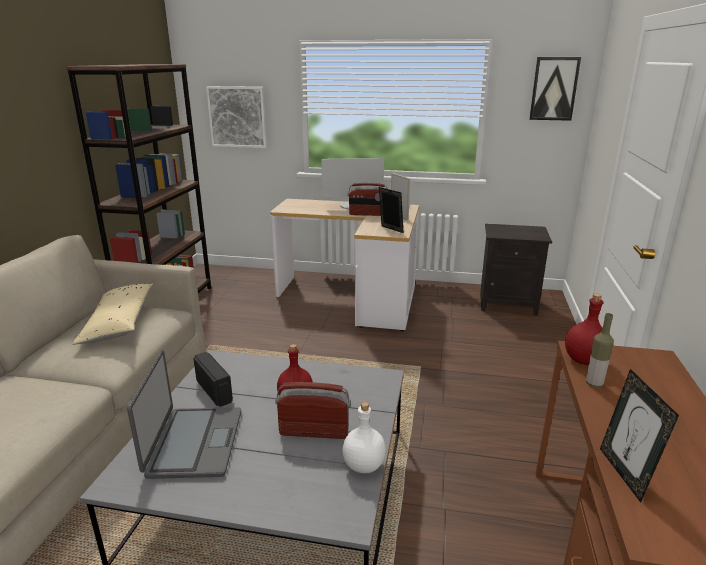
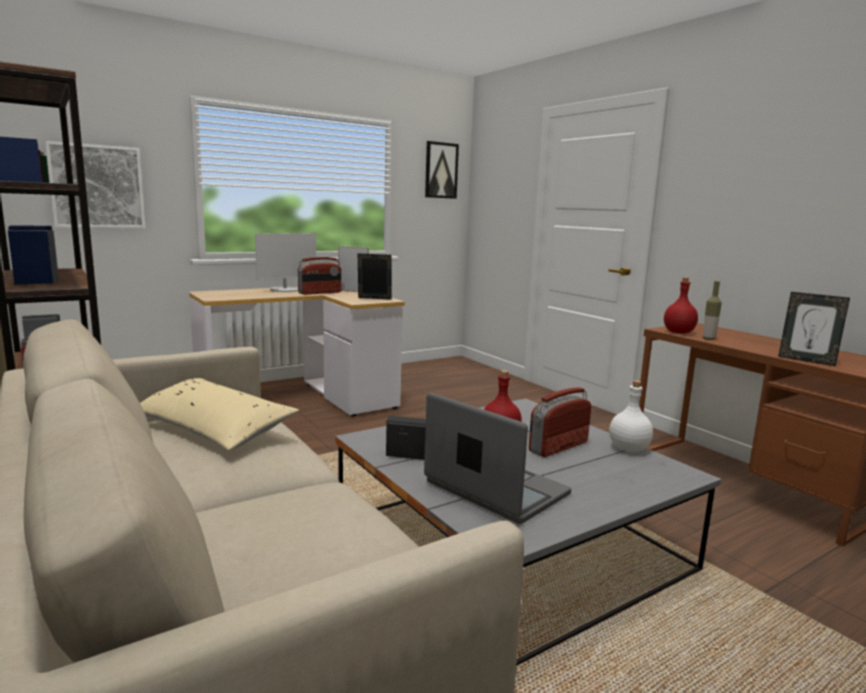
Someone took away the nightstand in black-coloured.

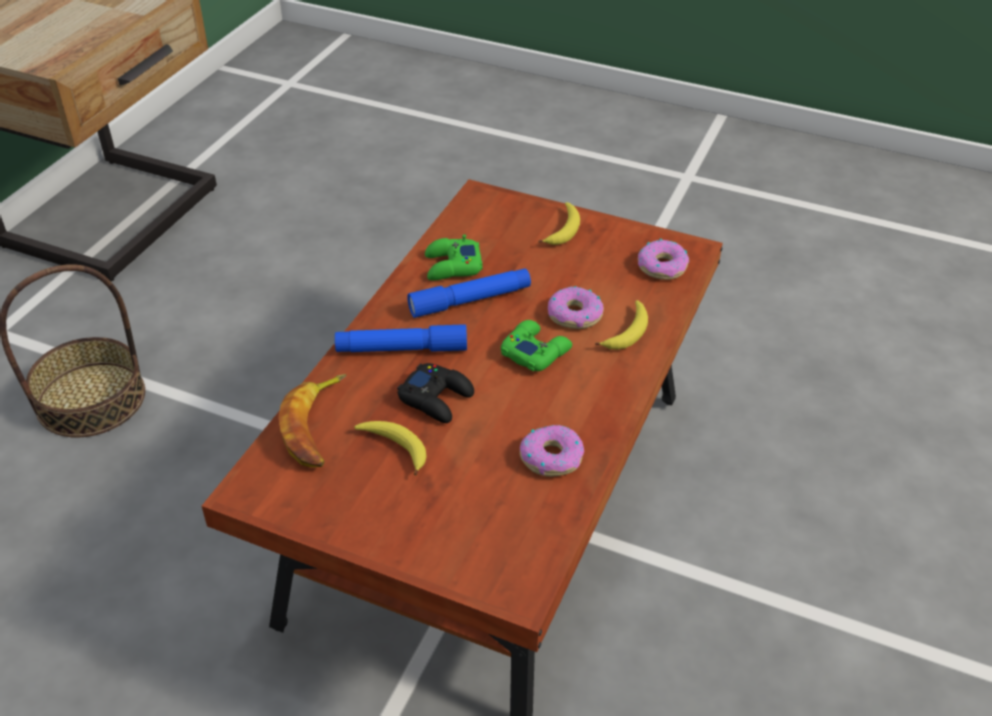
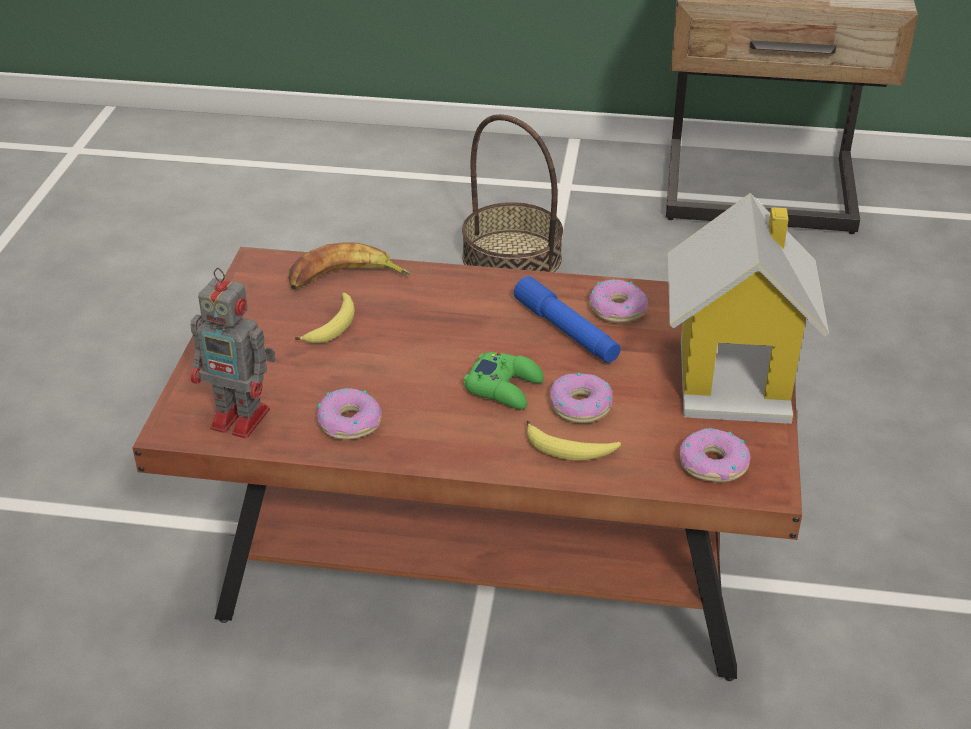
Someone put down the robot figure. Someone swapped the game controller in green (no. 1 from left) for the ring doughnut (no. 3 from left). Someone swapped the whole banana (no. 3 from left) for the model house. Someone took away the flashlight in blue (no. 1 from left). Someone took away the game controller in black-coloured.

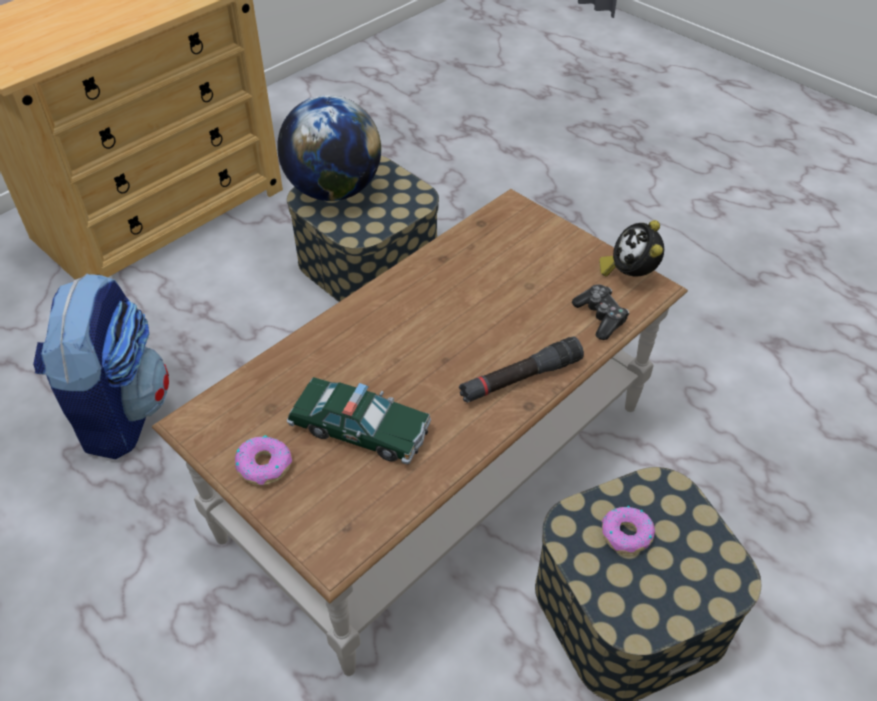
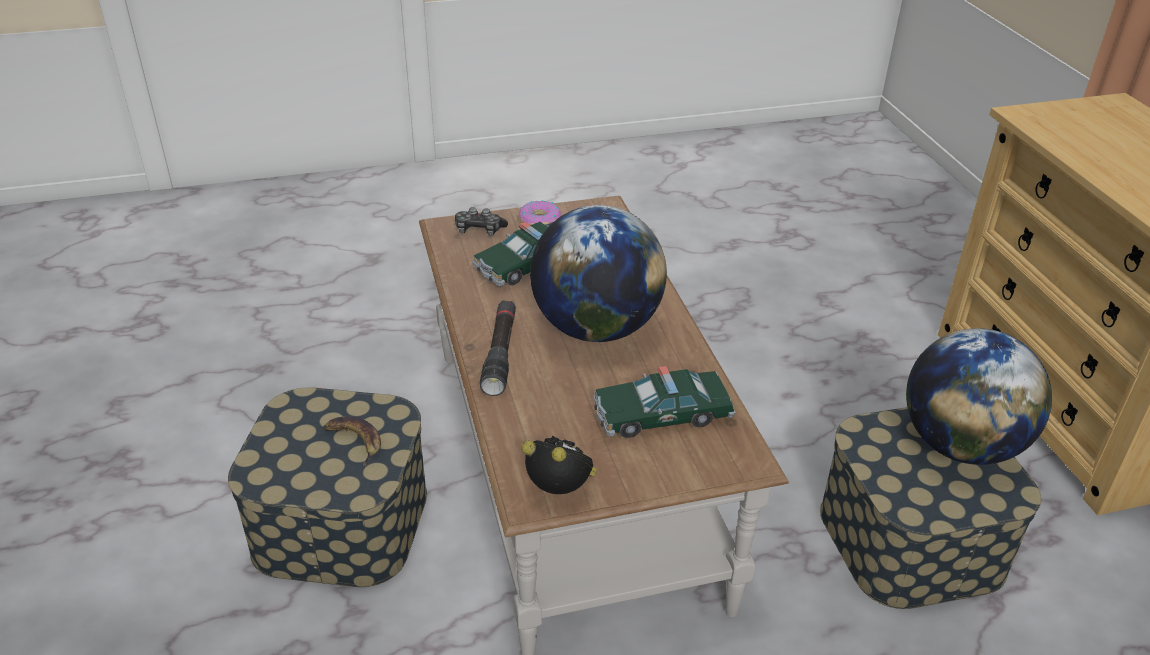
Someone swapped the ring doughnut (no. 2 from left) for the whole banana. Someone carried the game controller. Someone put down the desk globe (no. 1 from left). Someone put down the model car (no. 2 from left). Someone took away the backpack.

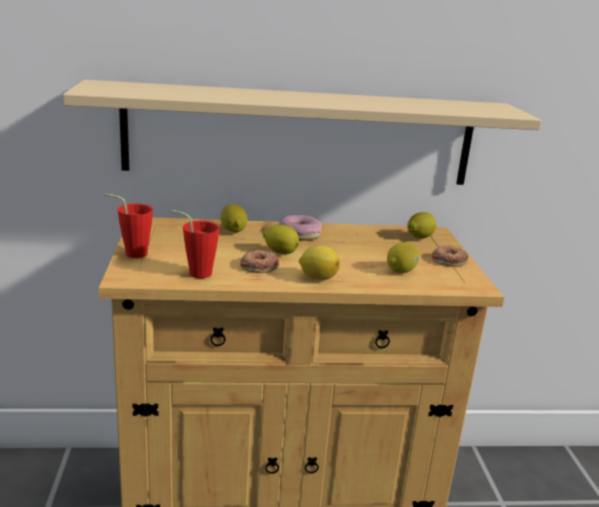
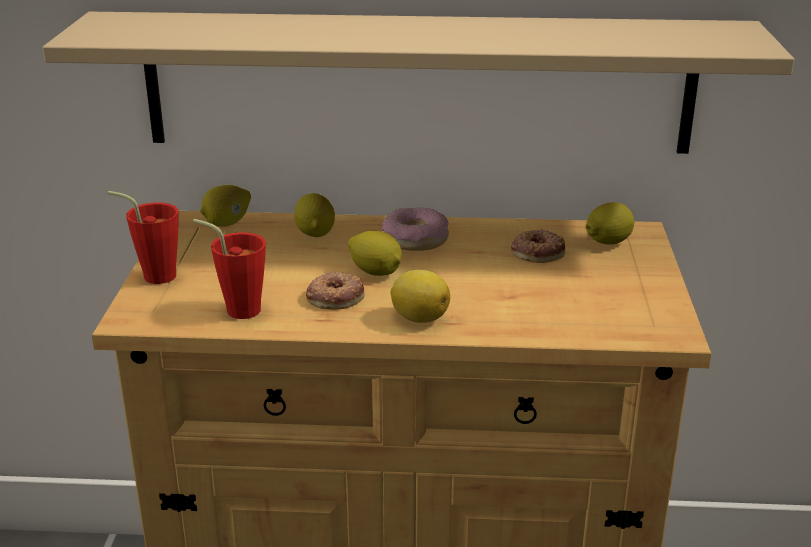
Someone carried the citrus fruit (no. 4 from left in the first image). Someone carried the ring doughnut (no. 3 from left).

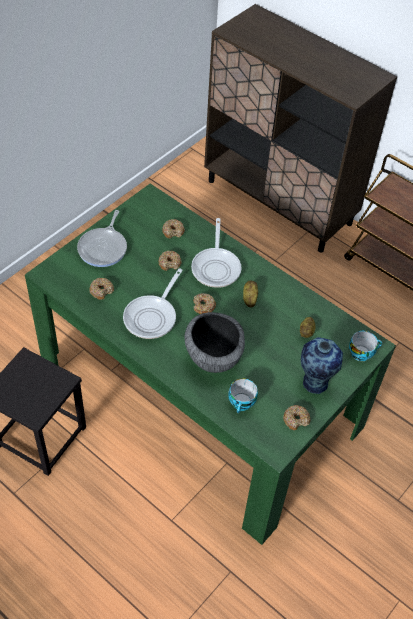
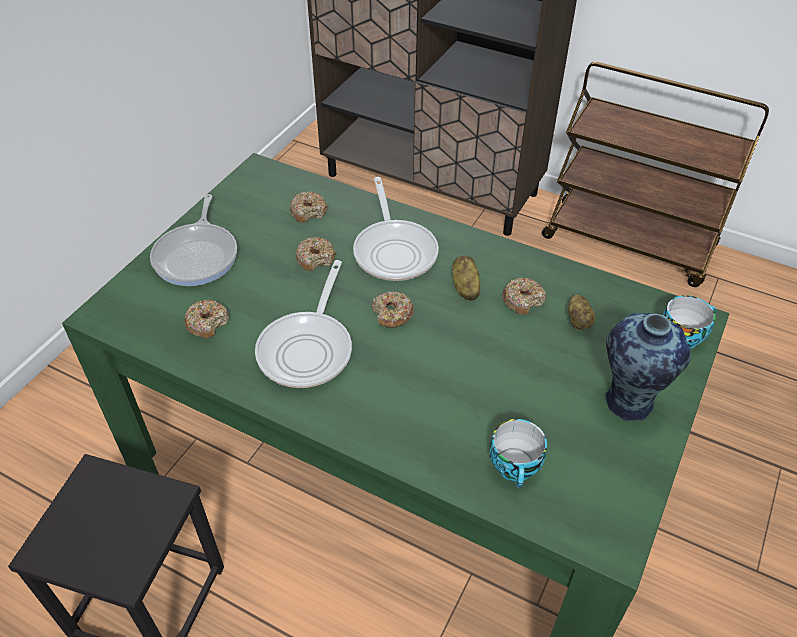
Someone carried the ring doughnut (no. 5 from left). Someone took away the serving bowl.

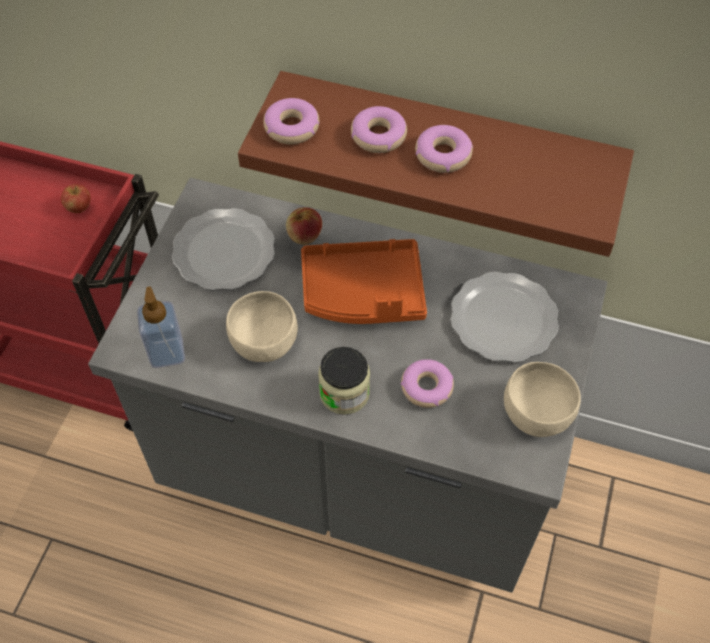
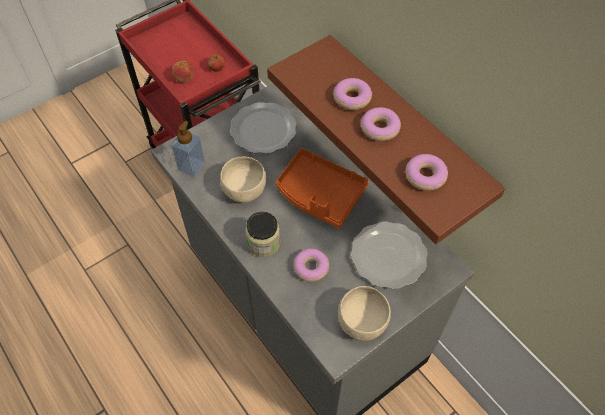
Someone carried the whole apple (no. 2 from left in the first image). Someone carried the ring doughnut (no. 1 from left in the first image).

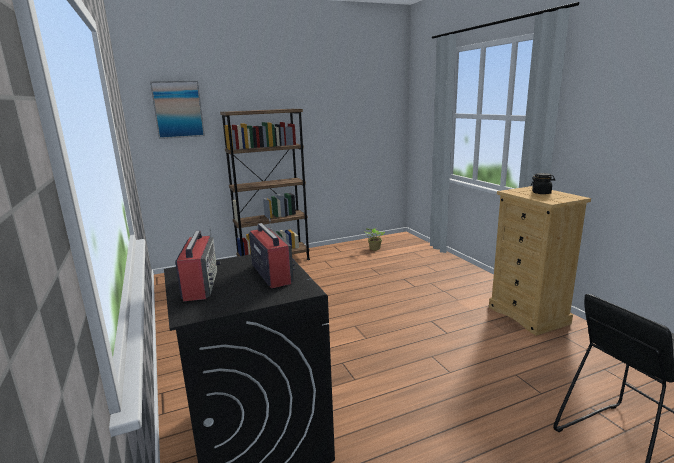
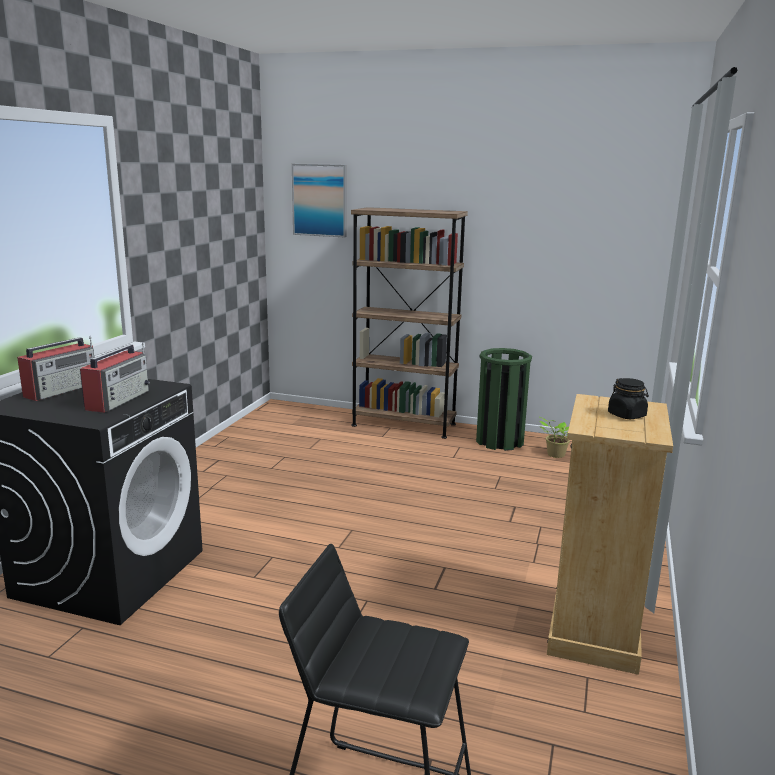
Someone put down the rubbish bin in green.

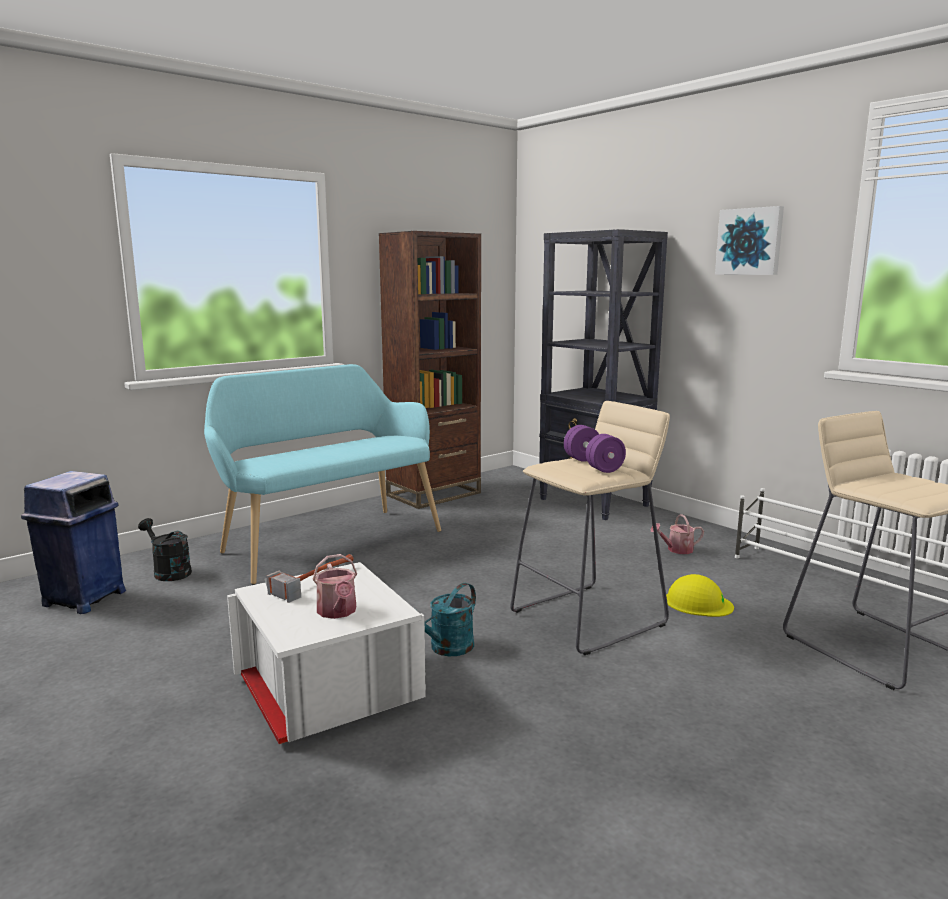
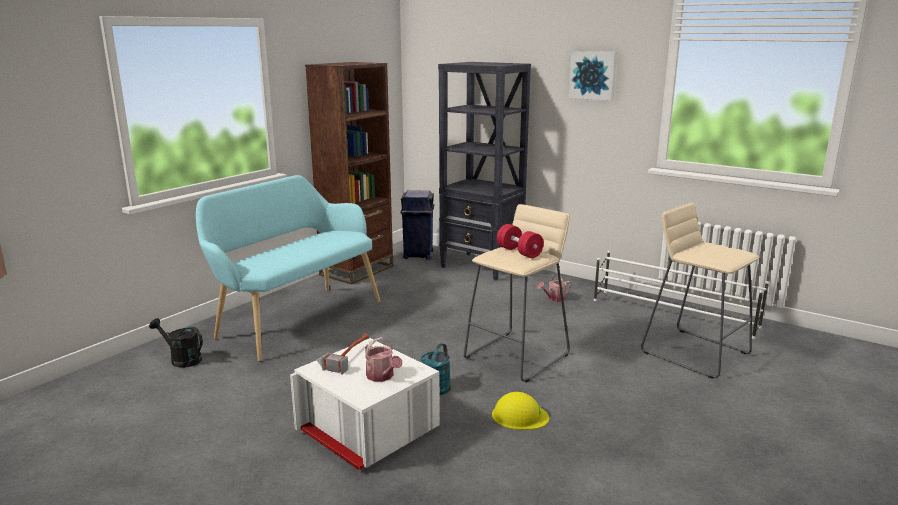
Someone carried the rubbish bin in blue. Someone carried the hard hat in yellowish. Someone repainted the free weight in purplish, which became the free weight in reddish.

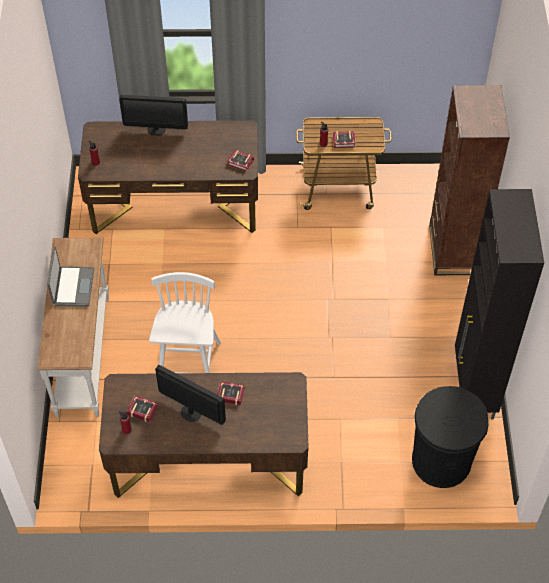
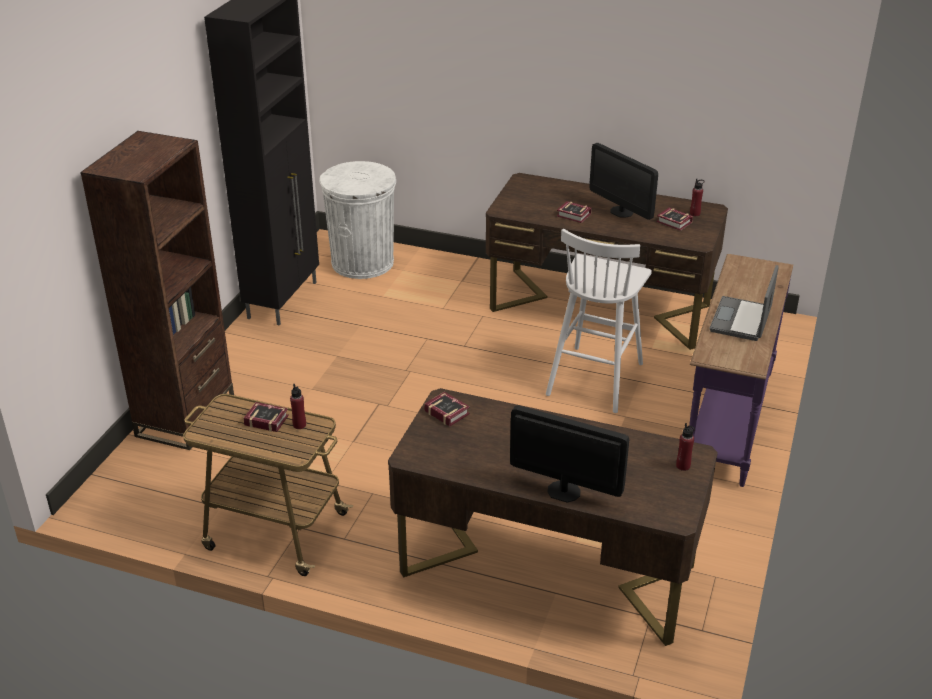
Someone repainted the rubbish bin in black-coloured, which became the rubbish bin in white-coloured. Someone repainted the console table in white-coloured, which became the console table in purplish.

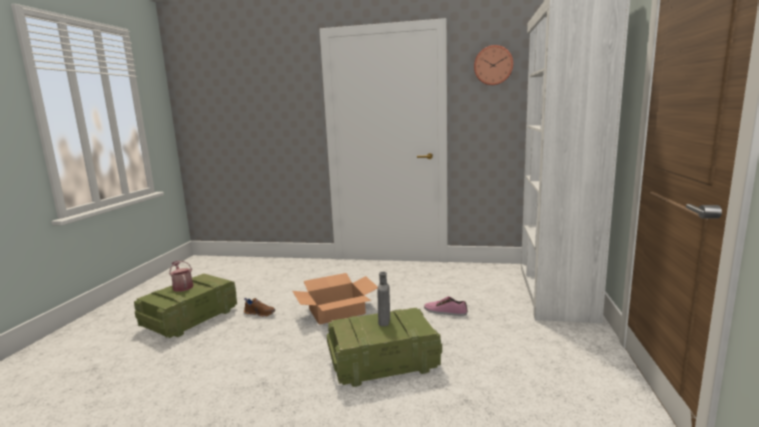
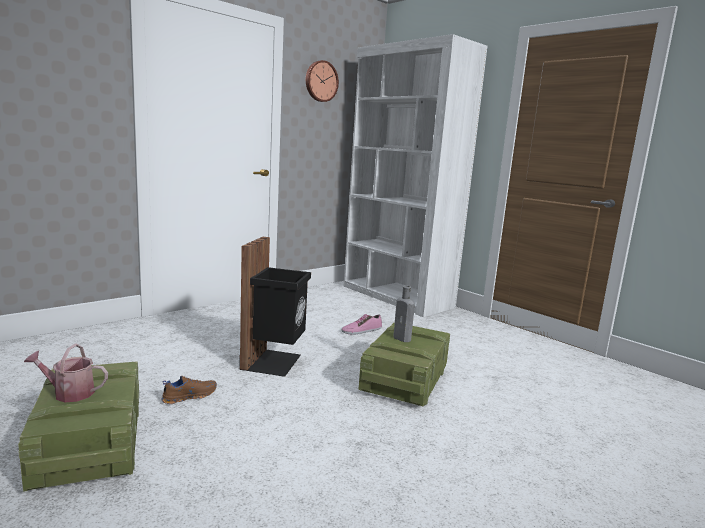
Someone swapped the cardboard box for the rubbish bin in black-coloured.

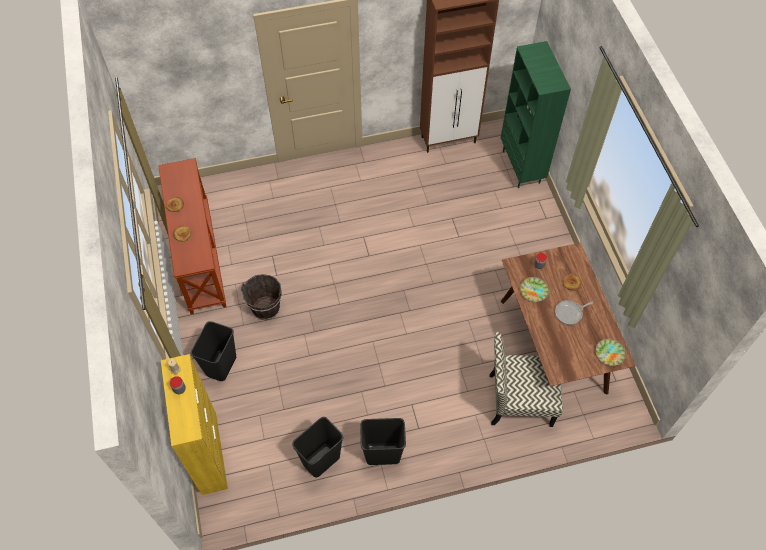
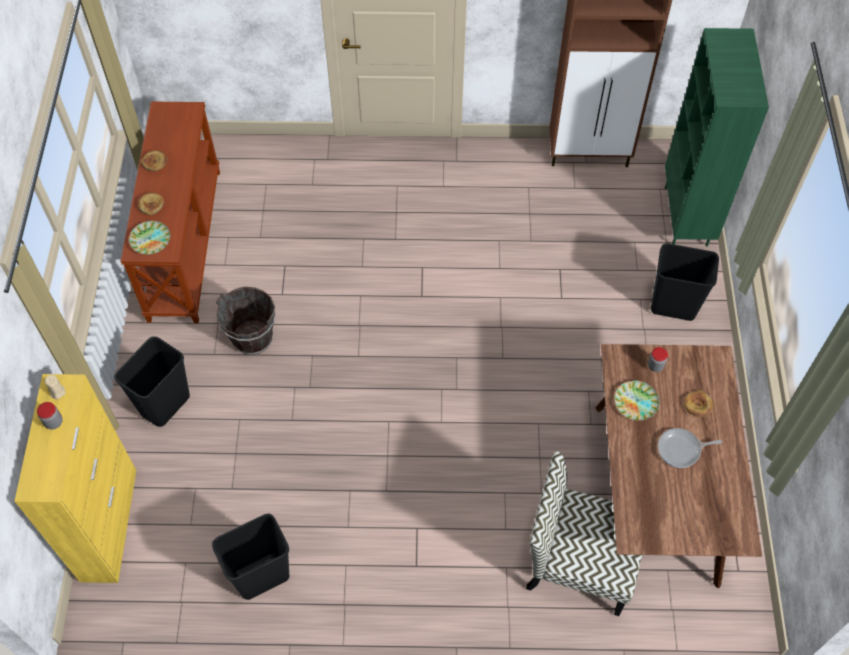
Someone carried the flat dish (no. 2 from left in the first image). Someone carried the rubbish bin in black-coloured (no. 3 from left).

